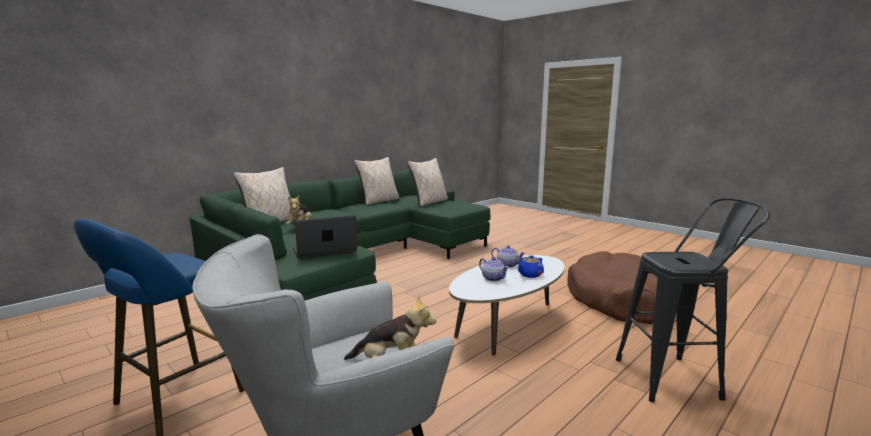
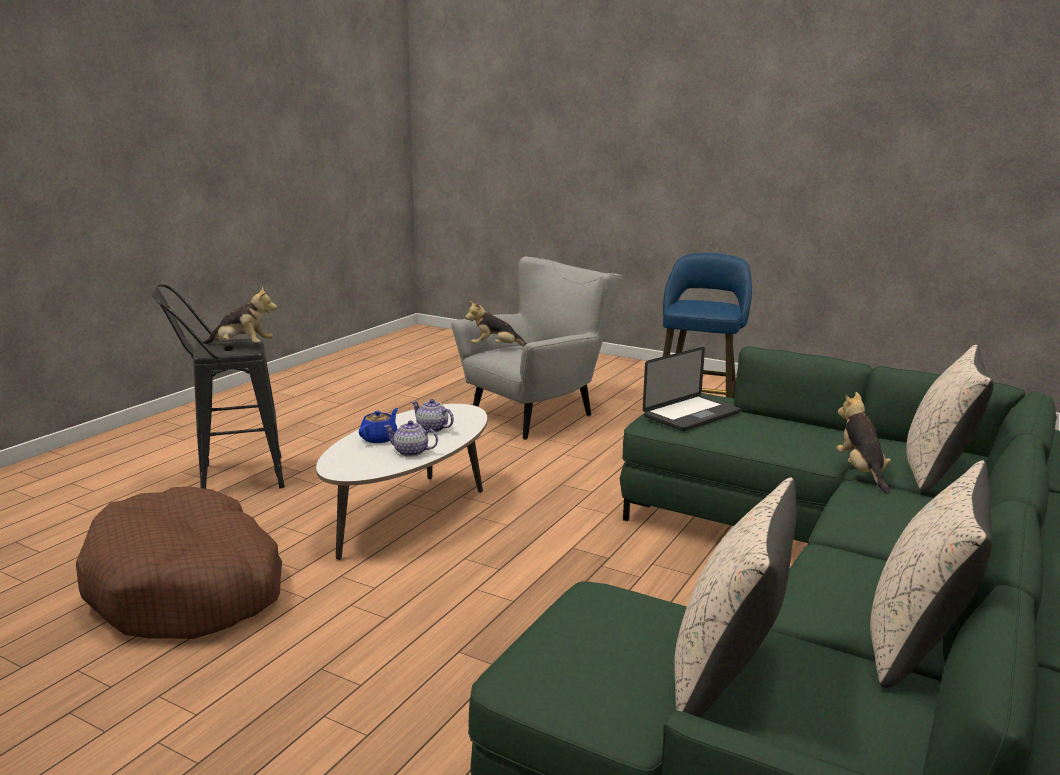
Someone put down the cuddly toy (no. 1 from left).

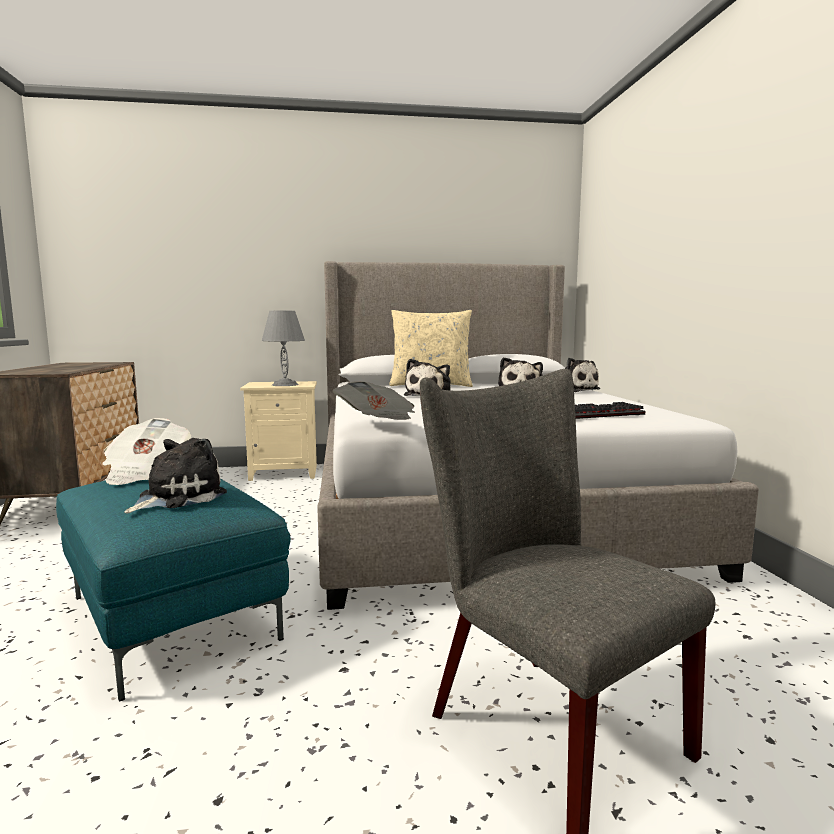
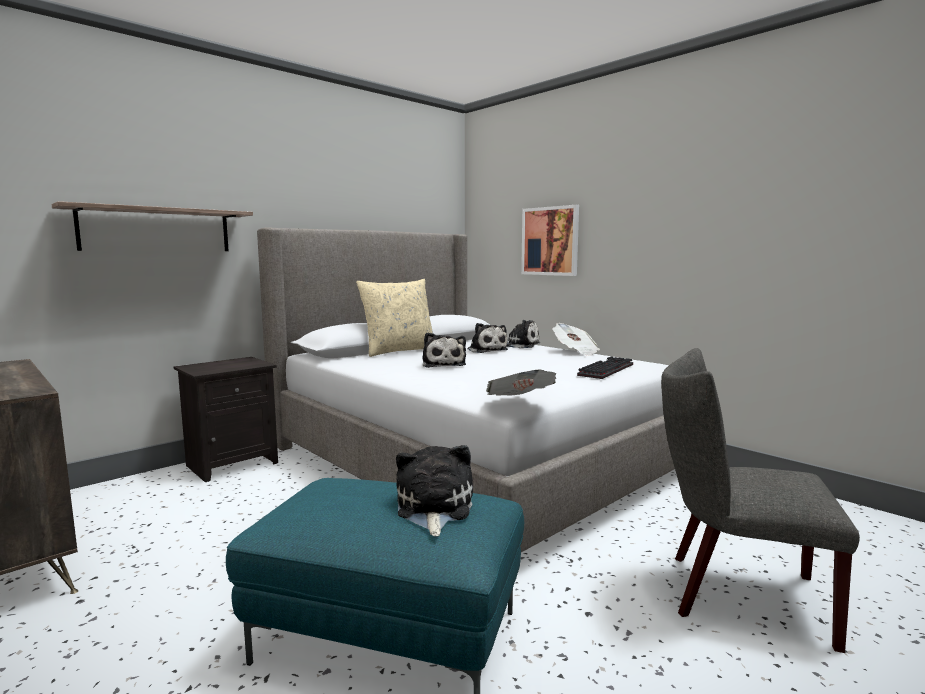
Someone put up the wall shelf. Someone repainted the nightstand in beige, which became the nightstand in black-coloured. Someone put up the wall picture. Someone carried the daily paper (no. 1 from left in the first image). Someone took away the lamp for a table in grey.

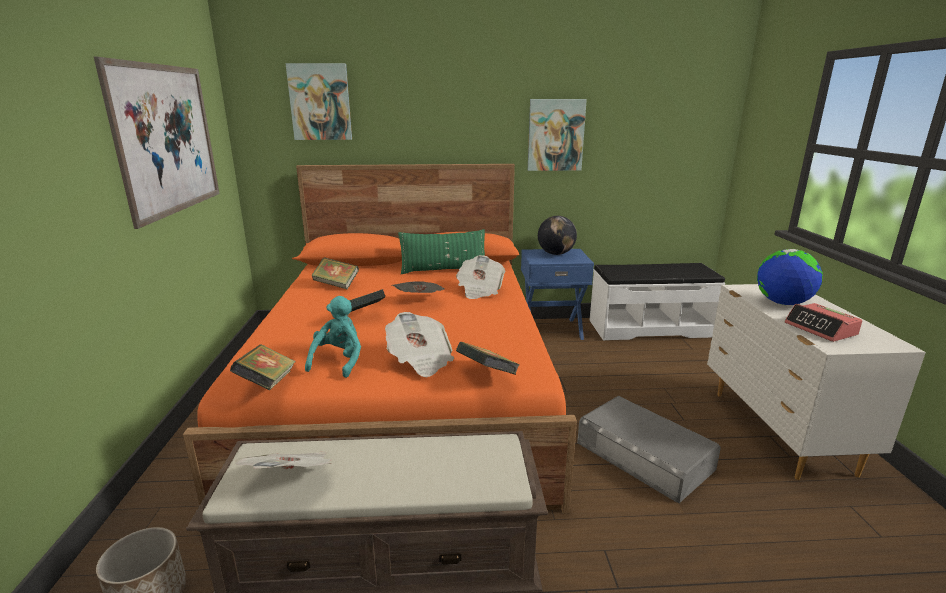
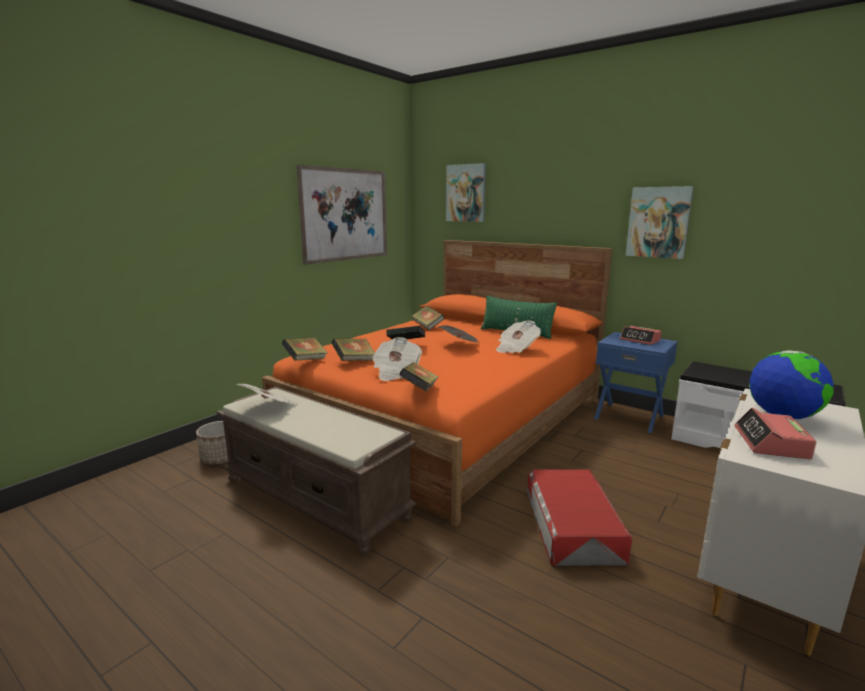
Someone swapped the cuddly toy in blue-green for the bound book (no. 2 from left). Someone repainted the storage box in grey, which became the storage box in reddish. Someone swapped the desk globe (no. 1 from left) for the bedside clock (no. 1 from left).

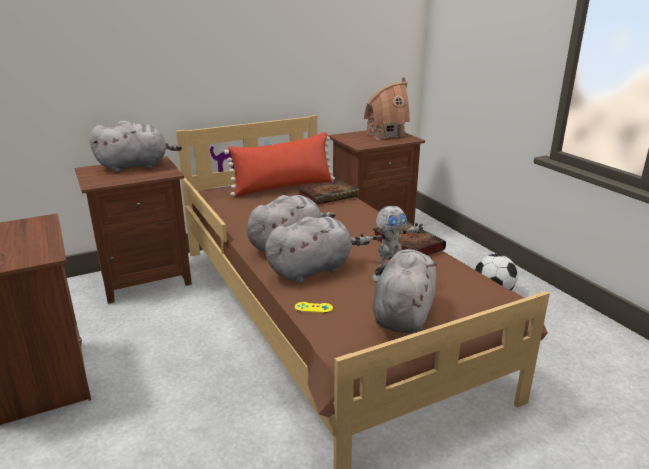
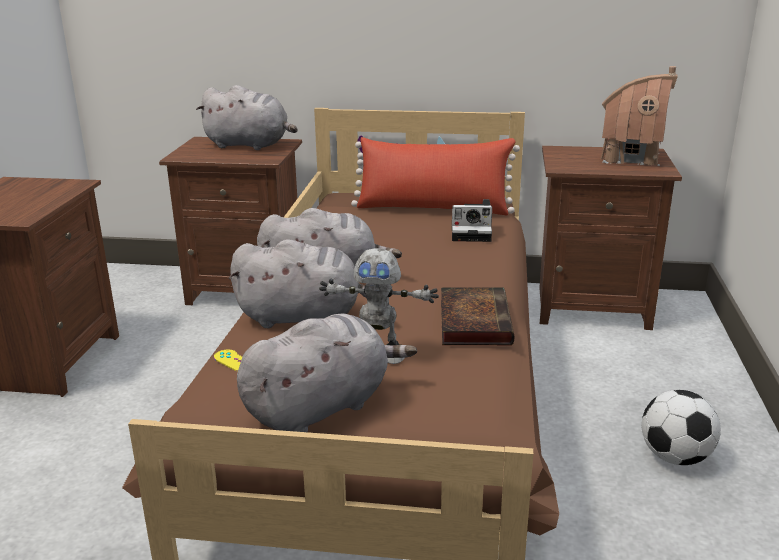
Someone swapped the bound book (no. 1 from left) for the photo camera.

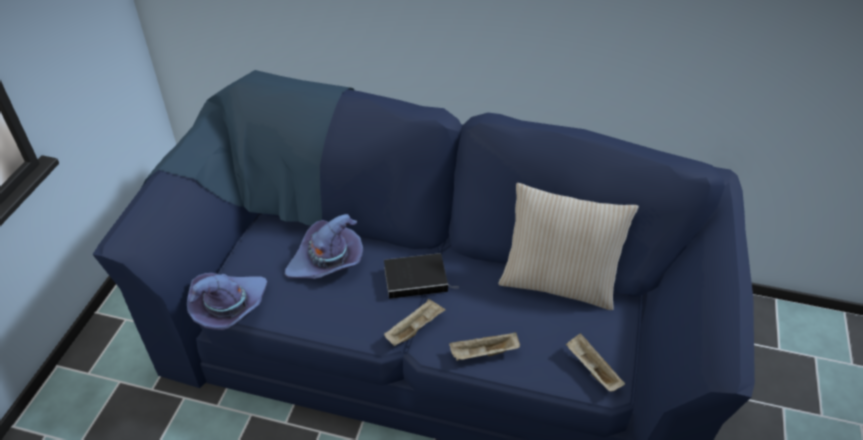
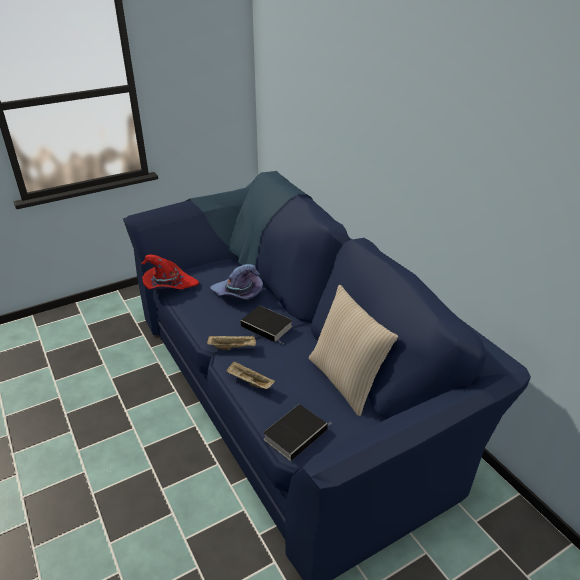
Someone repainted the hat in purplish (no. 1 from left), which became the hat in reddish. Someone swapped the serving tray in beige (no. 3 from left) for the bound book (no. 2 from left).

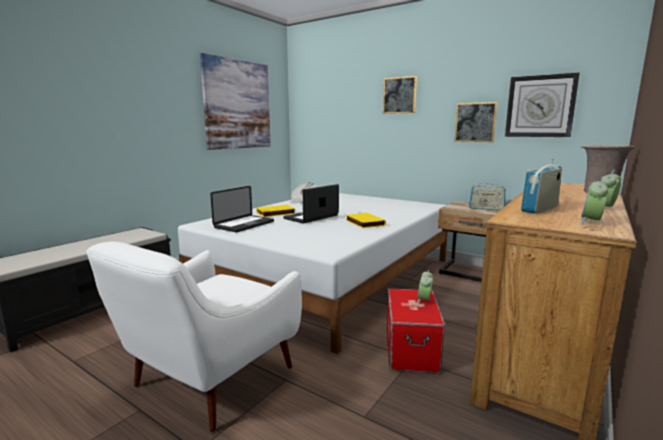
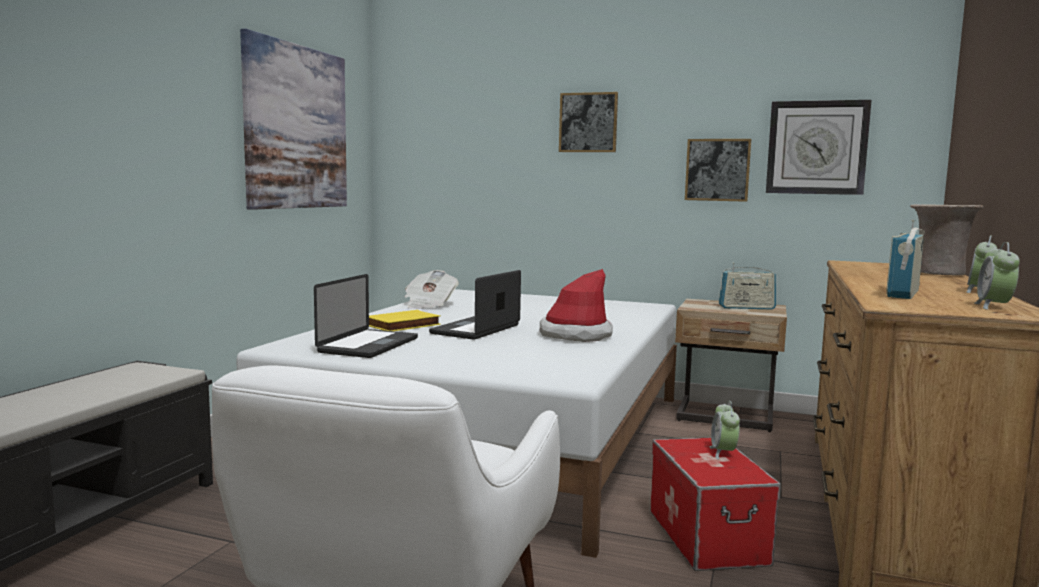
Someone swapped the bound book in yellowish (no. 2 from left) for the hat.

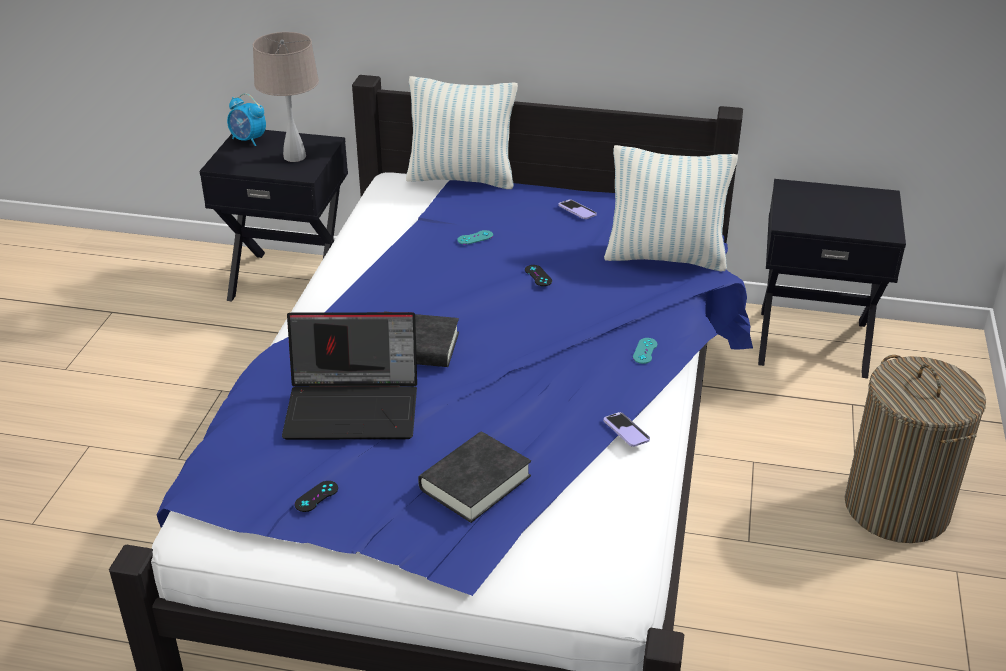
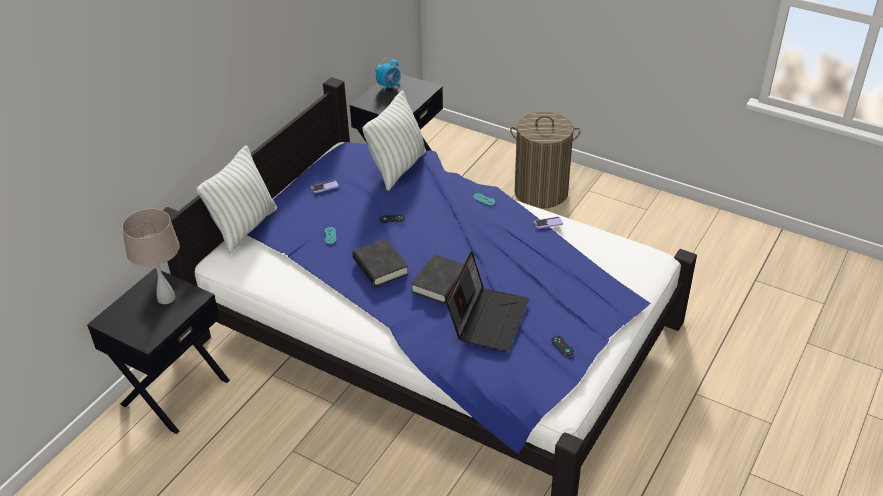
Someone carried the bound book in black-coloured (no. 2 from left in the first image). Someone carried the bedside clock.

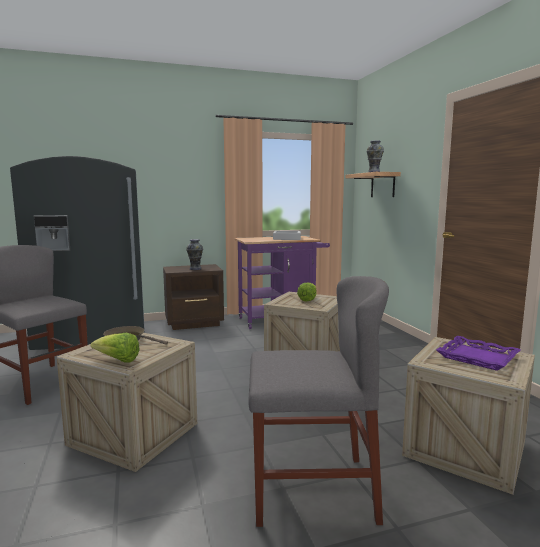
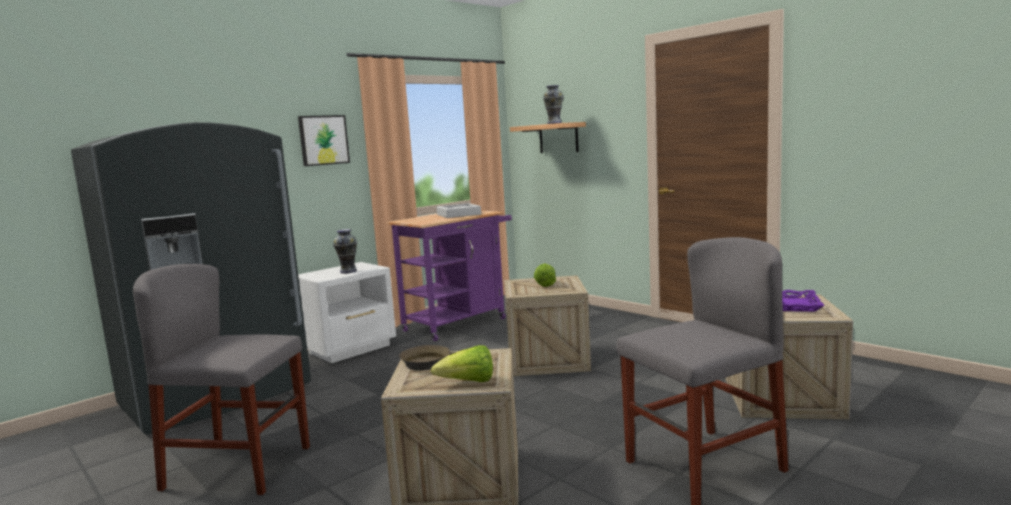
Someone put up the wall picture. Someone repainted the nightstand in brown, which became the nightstand in white-coloured.

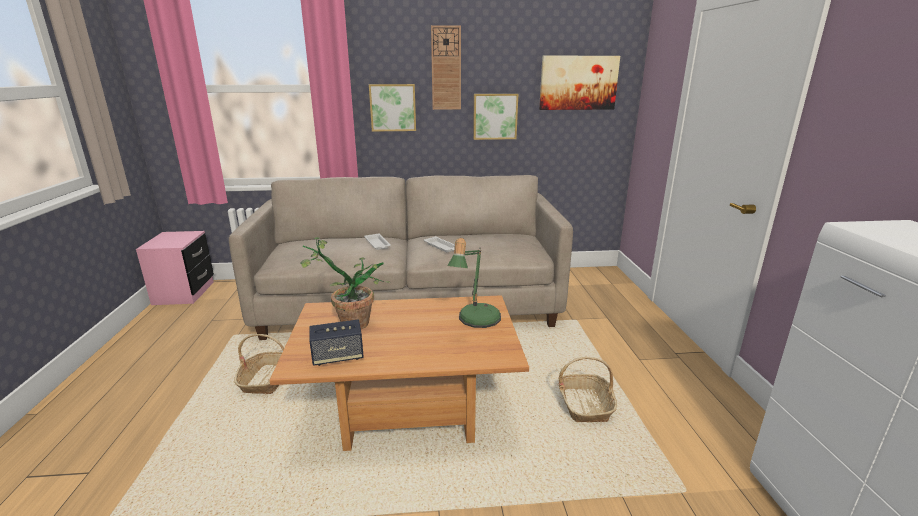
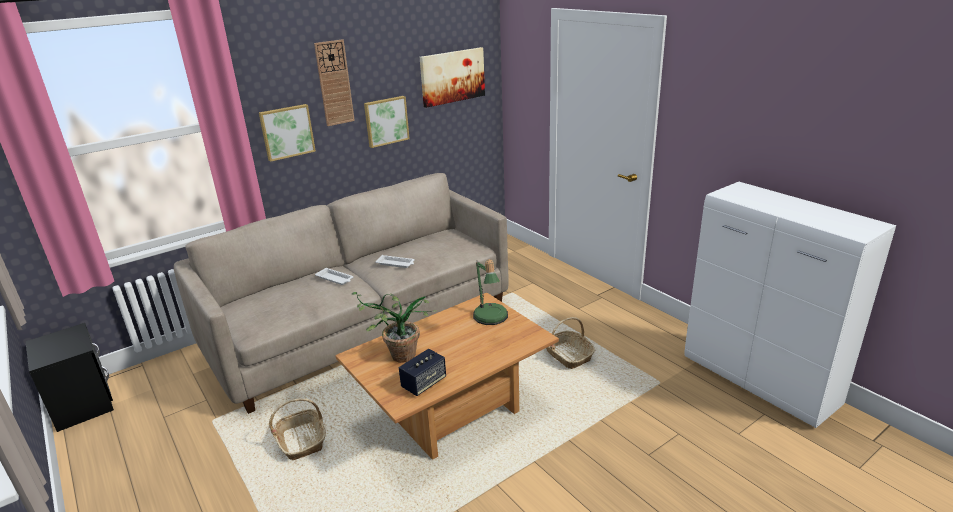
Someone repainted the nightstand in pink, which became the nightstand in black-coloured.

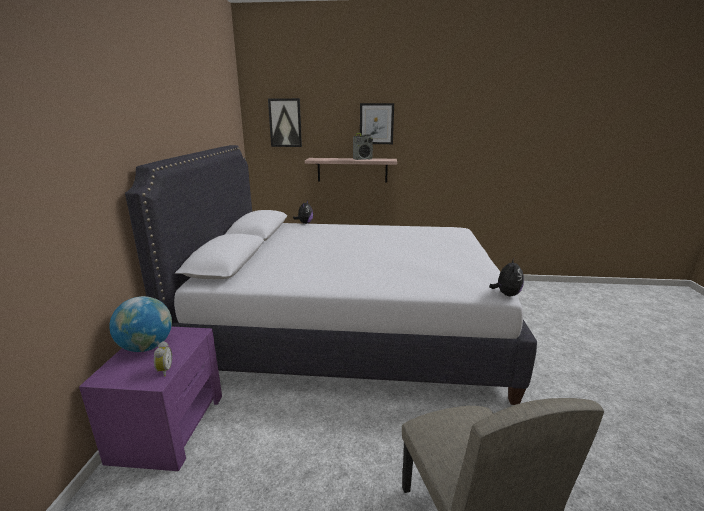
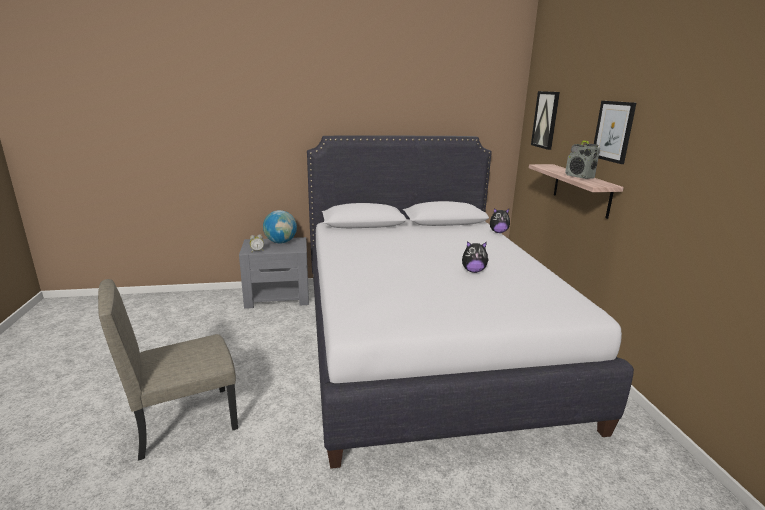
Someone repainted the nightstand in purplish, which became the nightstand in grey. Someone carried the cuddly toy (no. 2 from left in the first image).

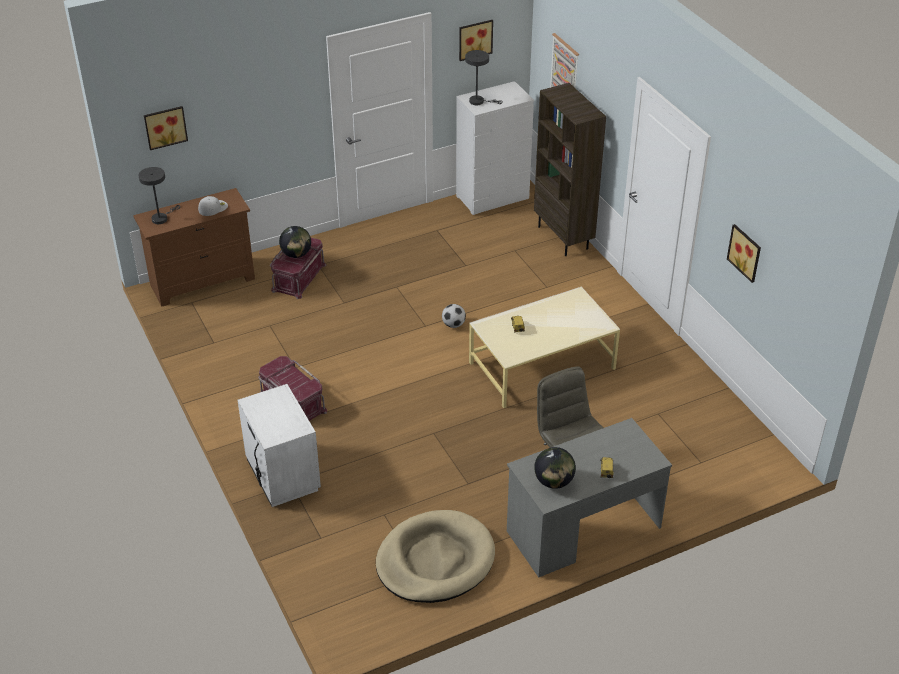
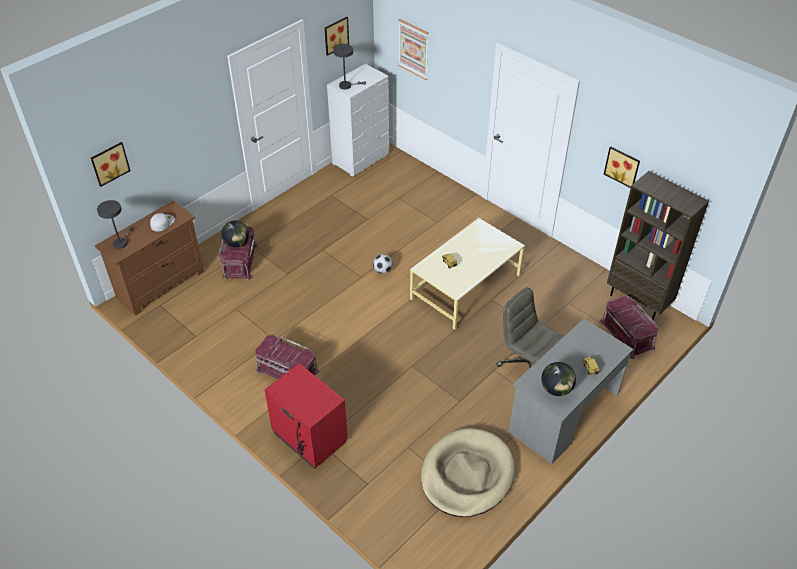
Someone repainted the nightstand in white-coloured, which became the nightstand in reddish. Someone put down the storage box in reddish (no. 3 from left). Someone carried the shelving unit in brown.

